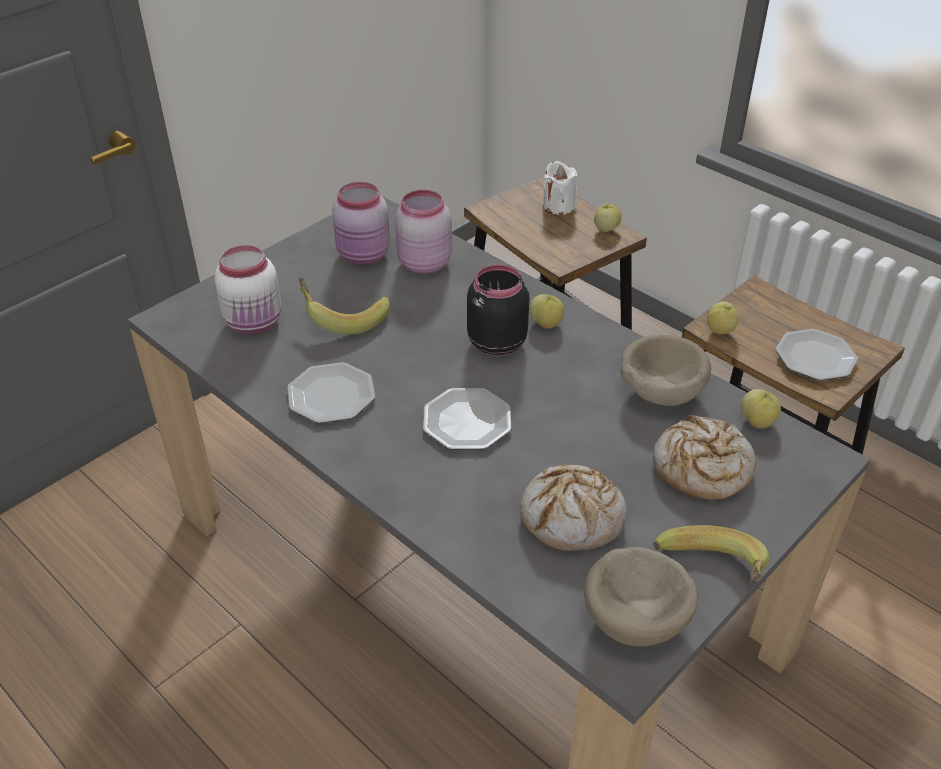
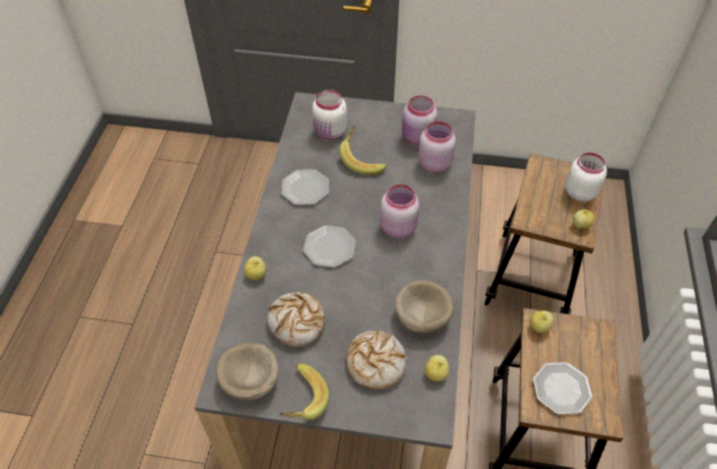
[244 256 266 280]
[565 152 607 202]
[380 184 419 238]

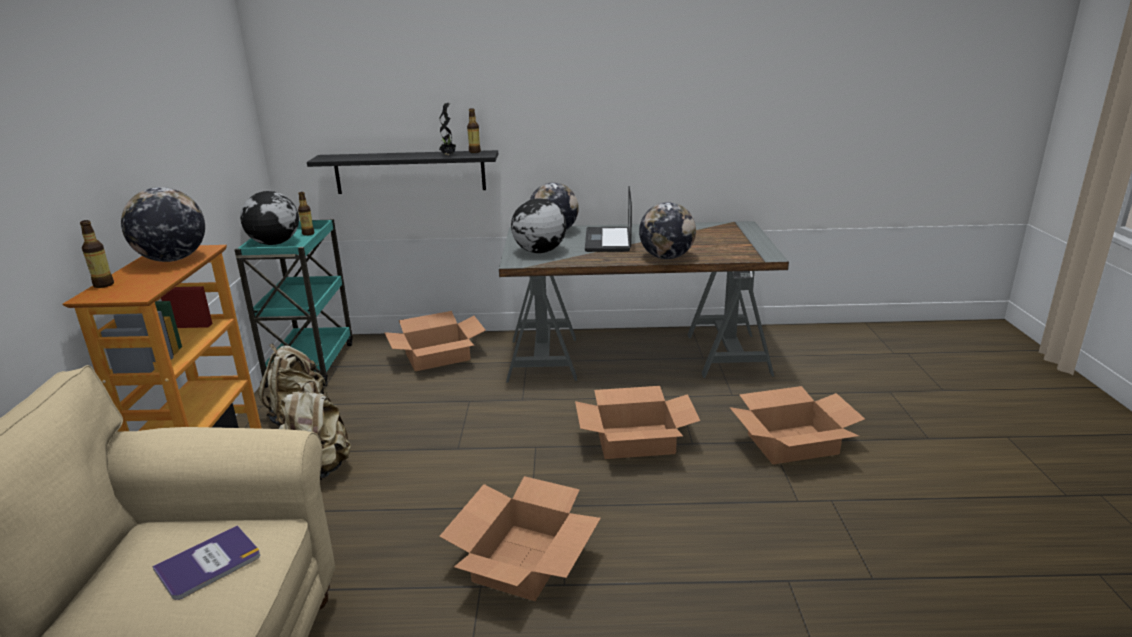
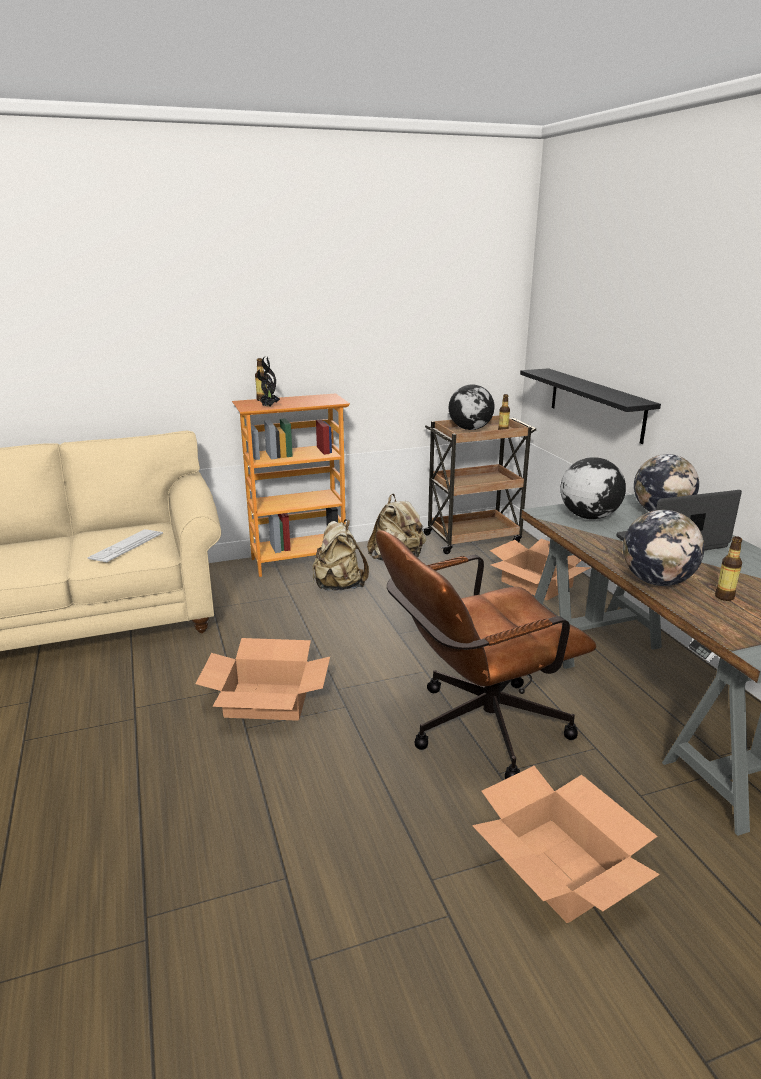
[121 187 205 262] (first image)
[257 357 280 407]
[715 536 742 601]
[87 529 163 562]
[376 530 596 779]
[422 415 536 554]

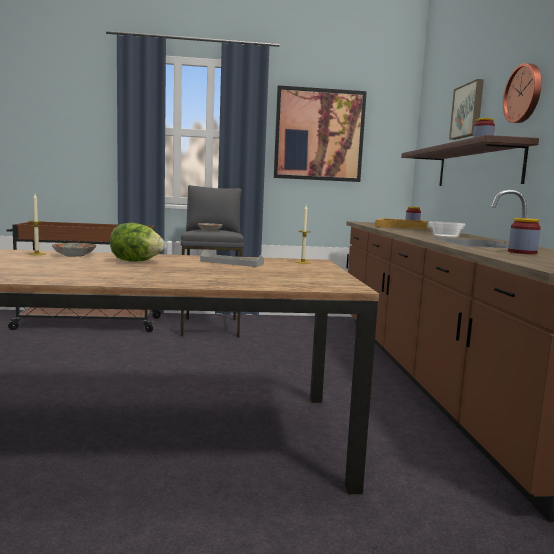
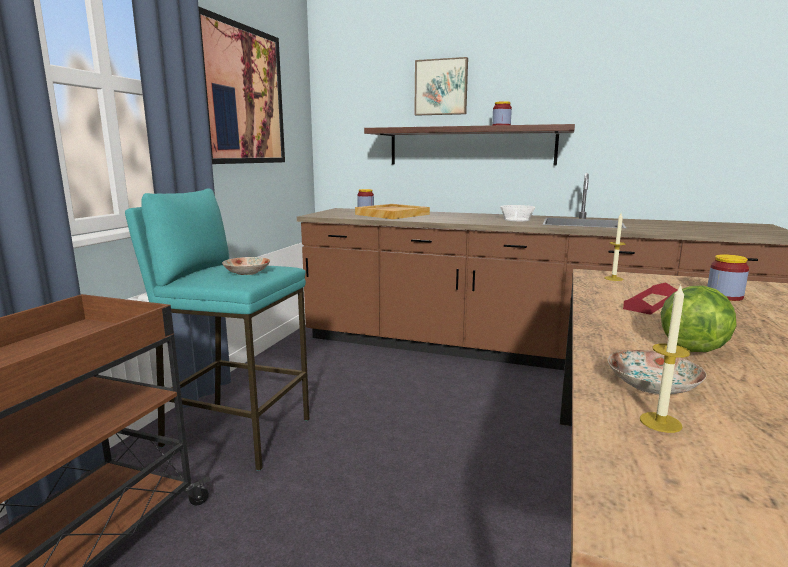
[503 63 542 123] (first image)
[707 254 749 301]
[125 188 310 471]
[623 282 677 315]

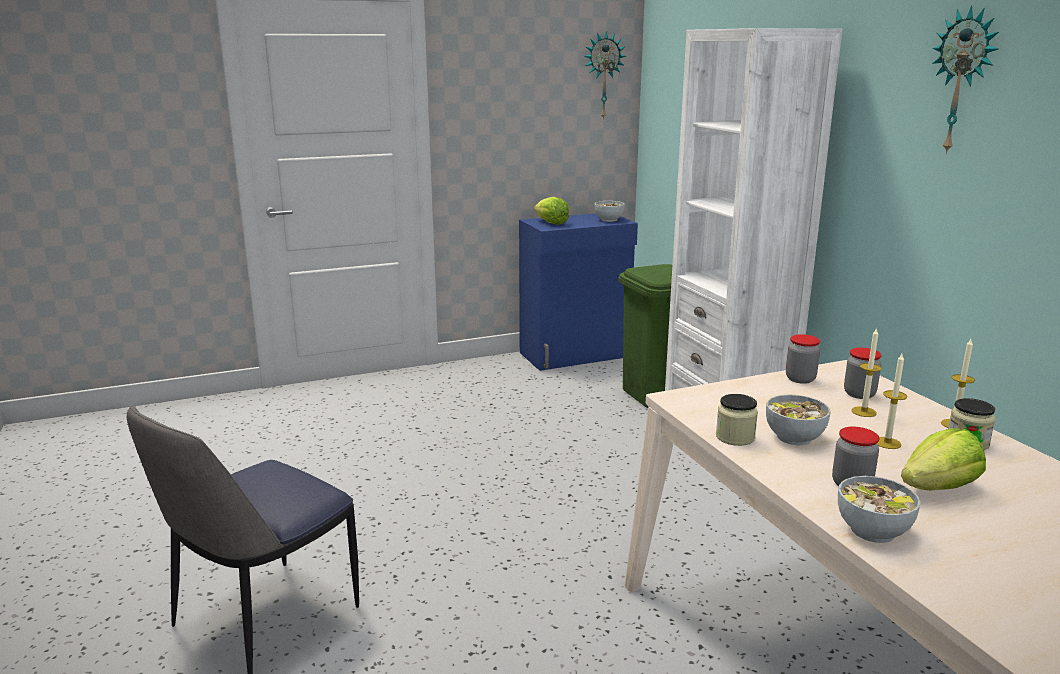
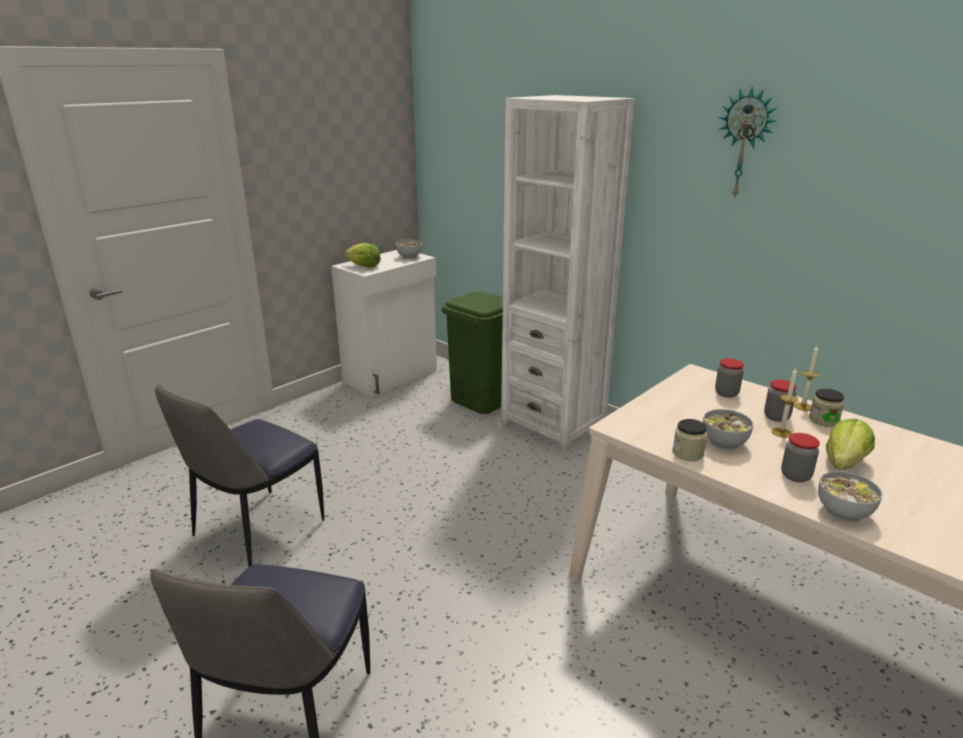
[584 31 626 120] (first image)
[851 328 882 417] (first image)
[155 384 324 567]
[764 380 797 422]
[331 250 437 397]

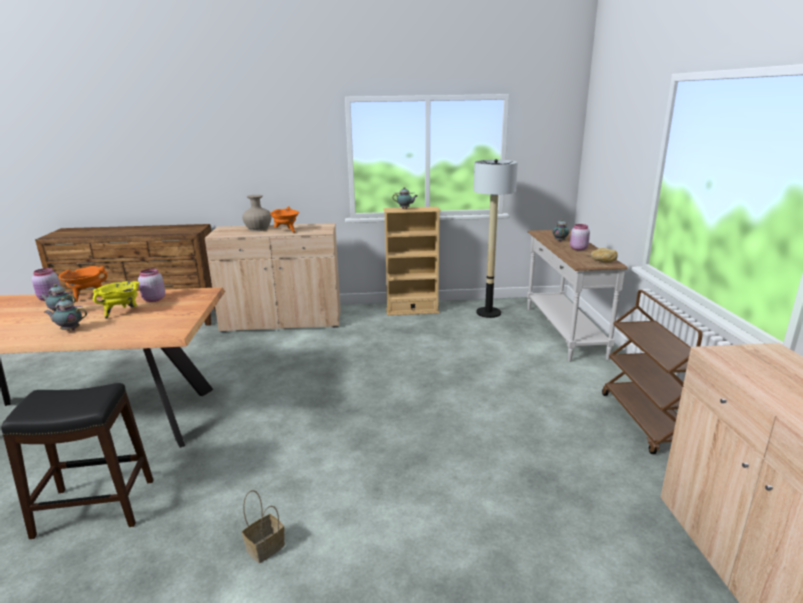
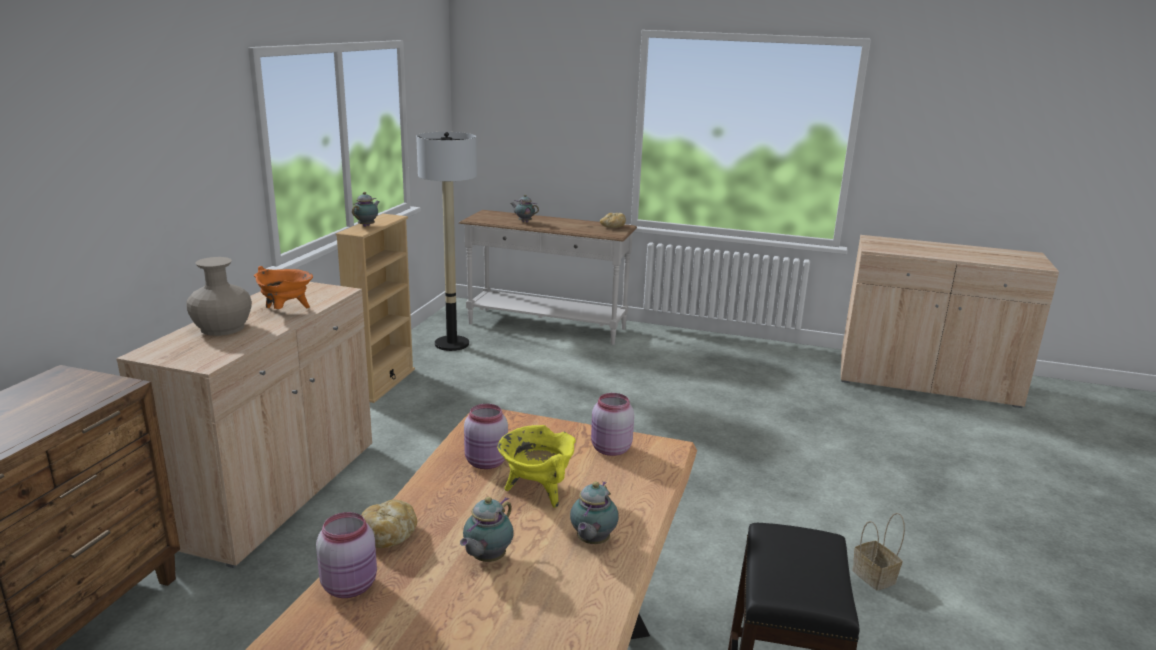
[602 290 702 454] (first image)
[591 393 634 456]
[361 499 417 548]

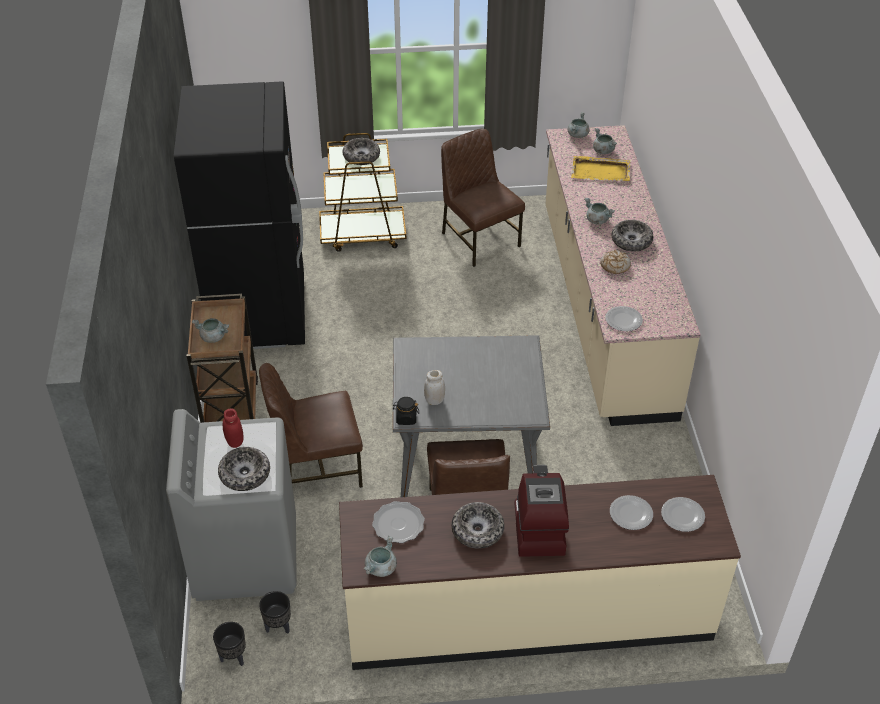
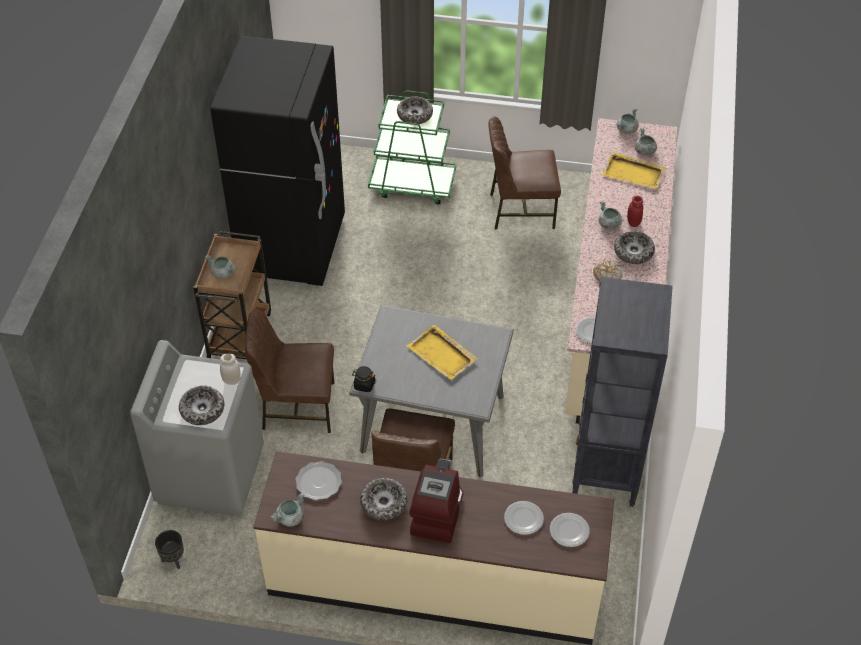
[259 591 291 634] (first image)
[406 325 478 380]
[572 277 673 507]
[627 195 643 227]
[220 354 241 385]
[368 90 456 204]
[489 116 561 229]

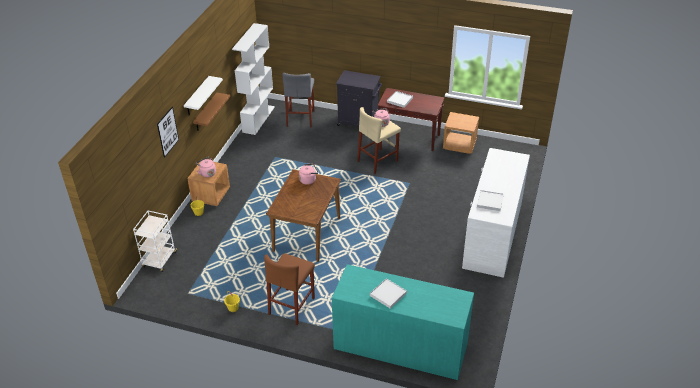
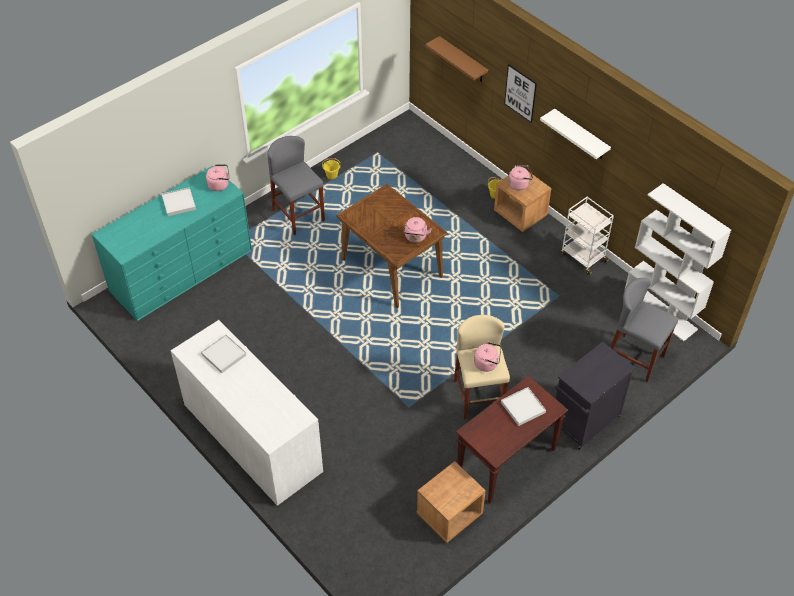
[206 164 230 191]
[561 197 614 274]
[425 36 488 82]
[267 136 325 235]

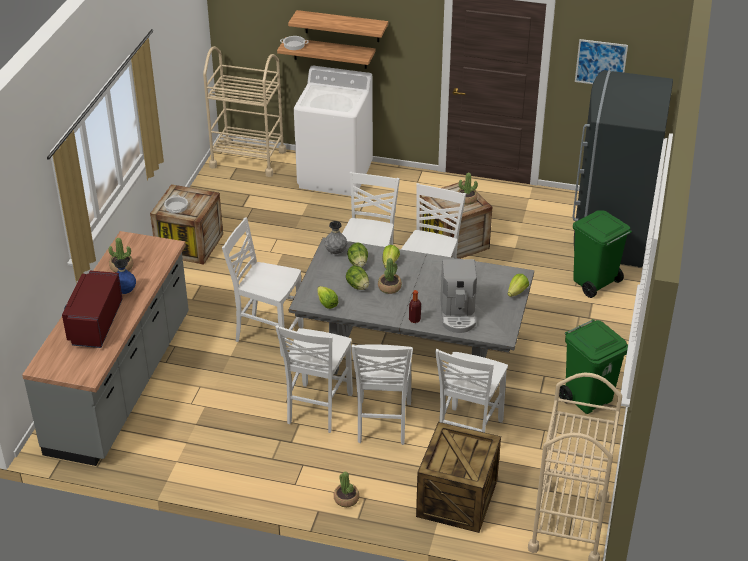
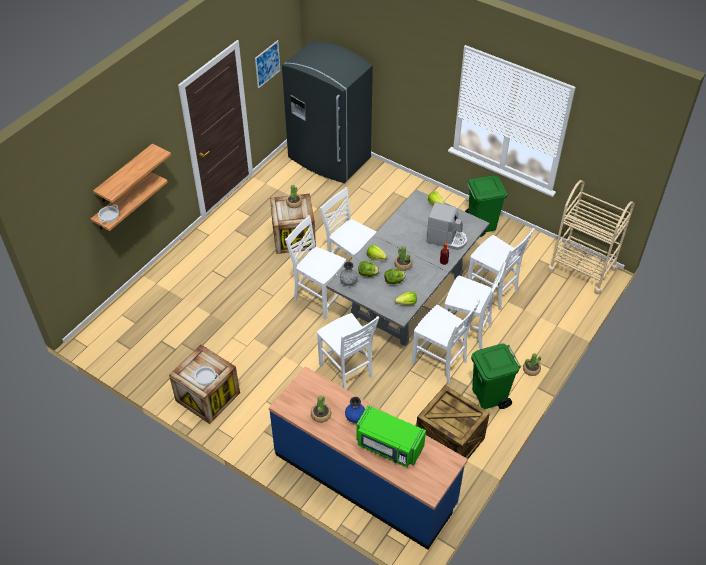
[203 46 286 177] (first image)
[294 66 373 196] (first image)
[416 385 490 459]
[471 344 521 409]
[269 366 468 550]
[356 405 426 467]
[317 313 379 389]

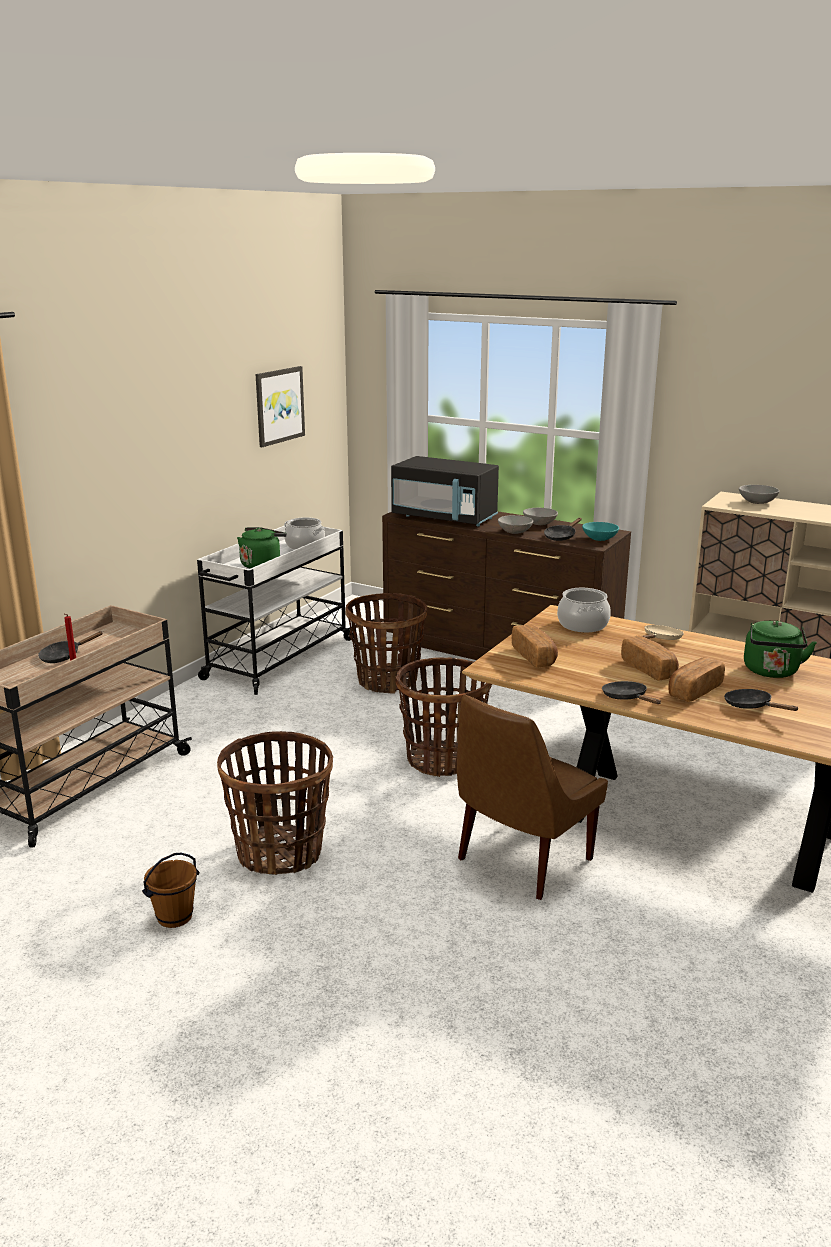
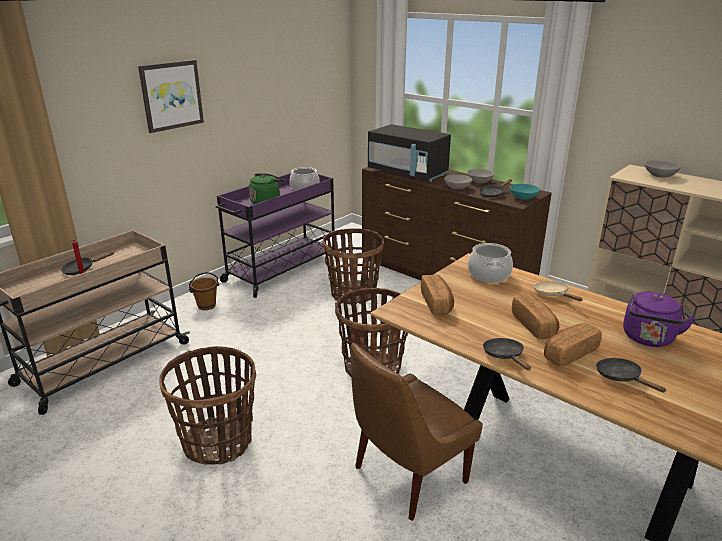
[189 272 219 310]
[138 60 204 133]
[216 173 340 298]
[623 292 696 347]
[534 281 583 301]

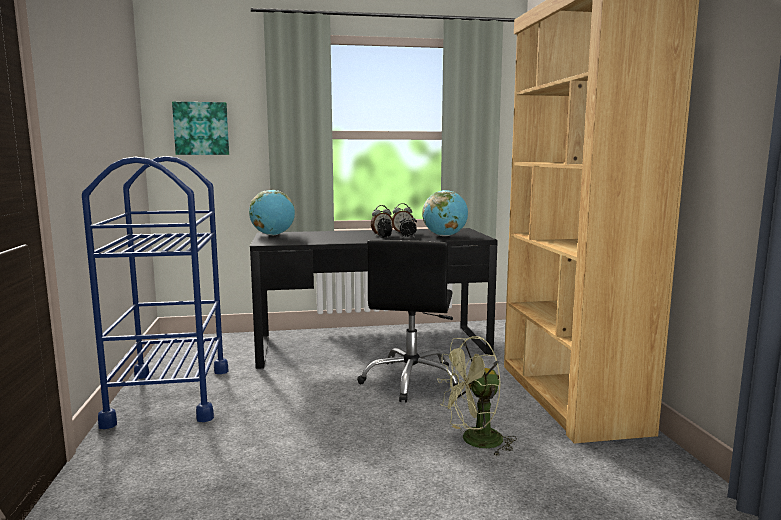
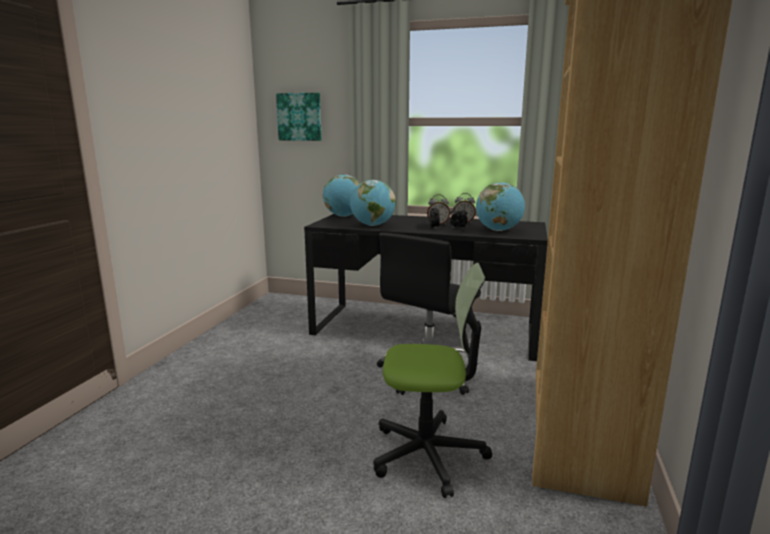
[82 156 228 429] (first image)
[350 180 396 226]
[373 263 492 498]

